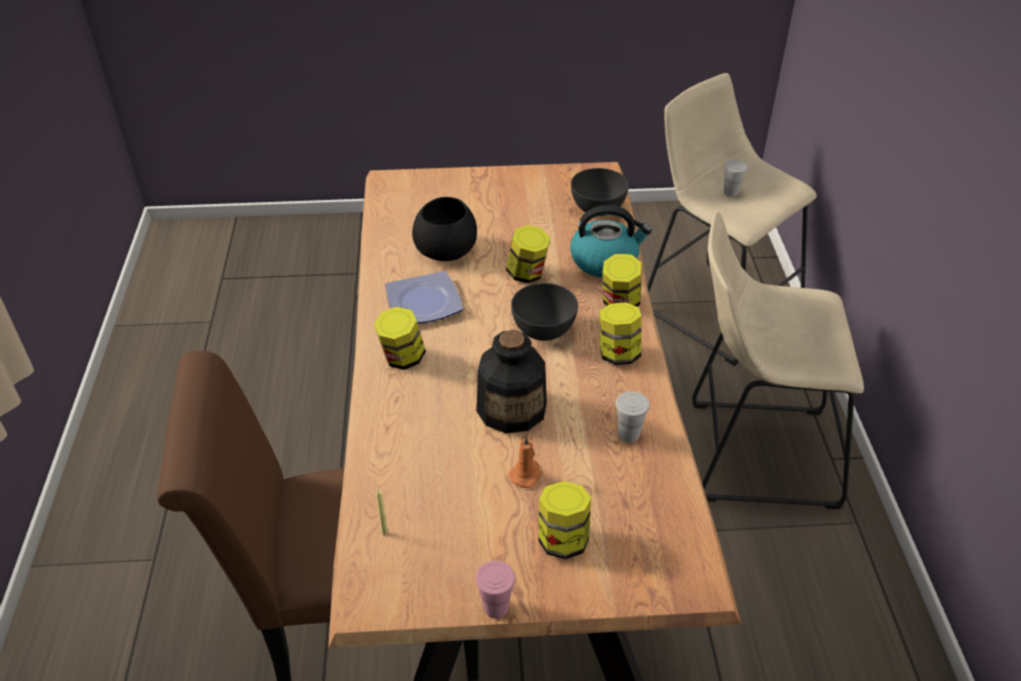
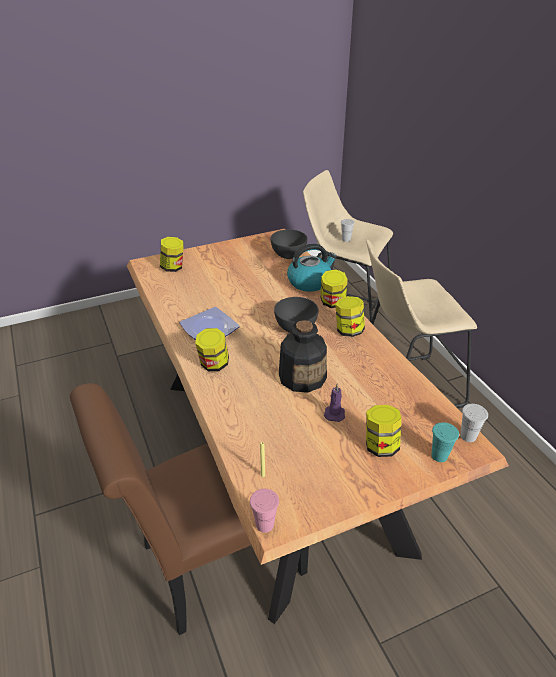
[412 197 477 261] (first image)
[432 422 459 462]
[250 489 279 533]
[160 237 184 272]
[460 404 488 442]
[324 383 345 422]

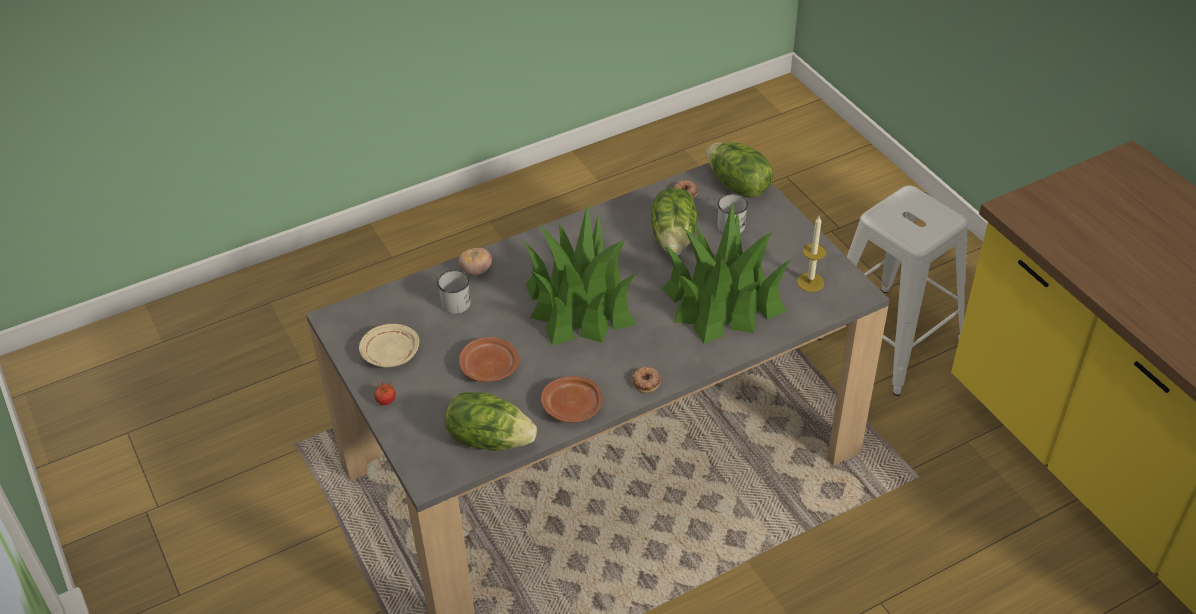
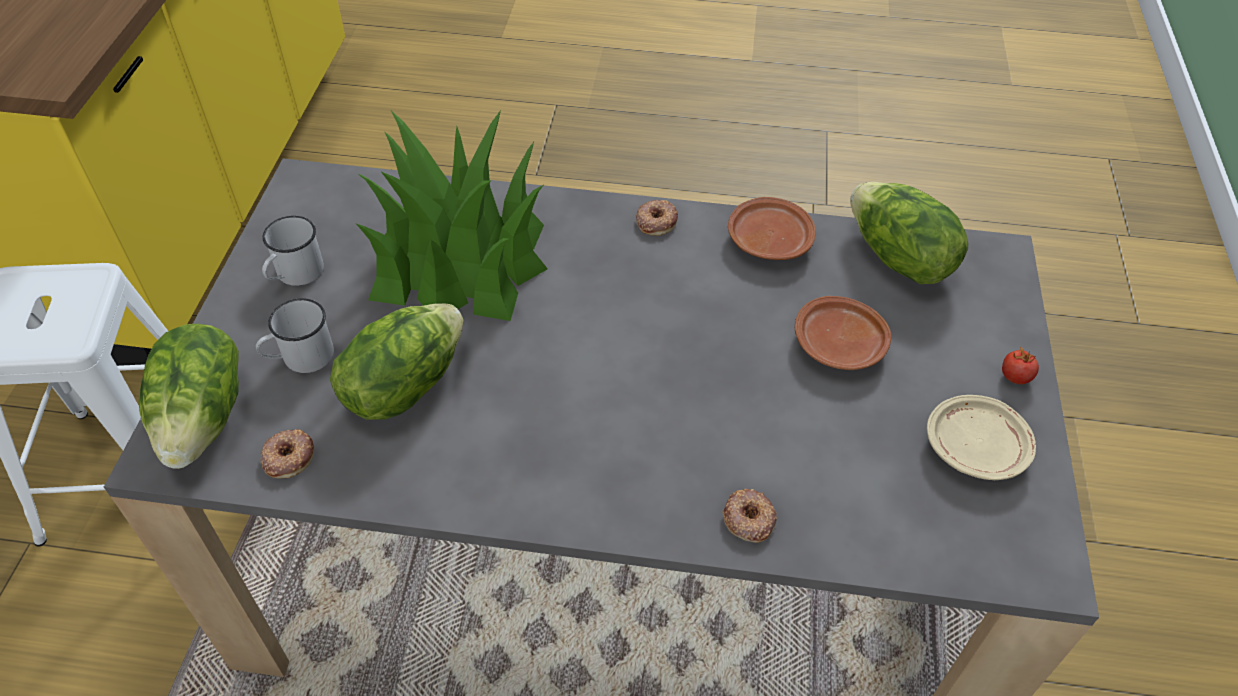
[522 205 638 346] (first image)
[797 216 826 292] (first image)
[262 216 324 286]
[723 489 777 543]

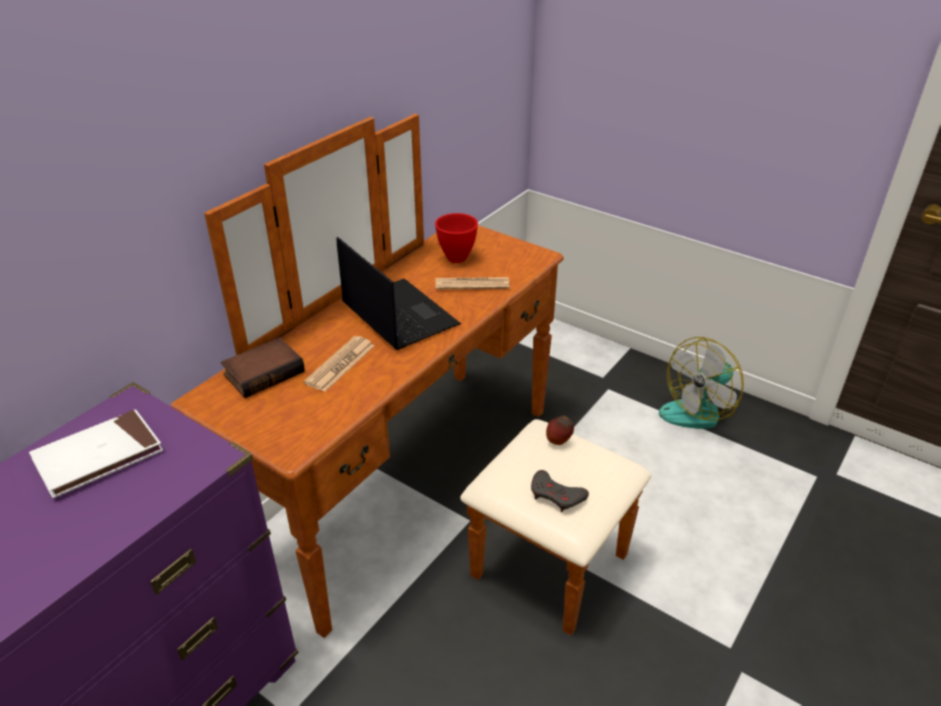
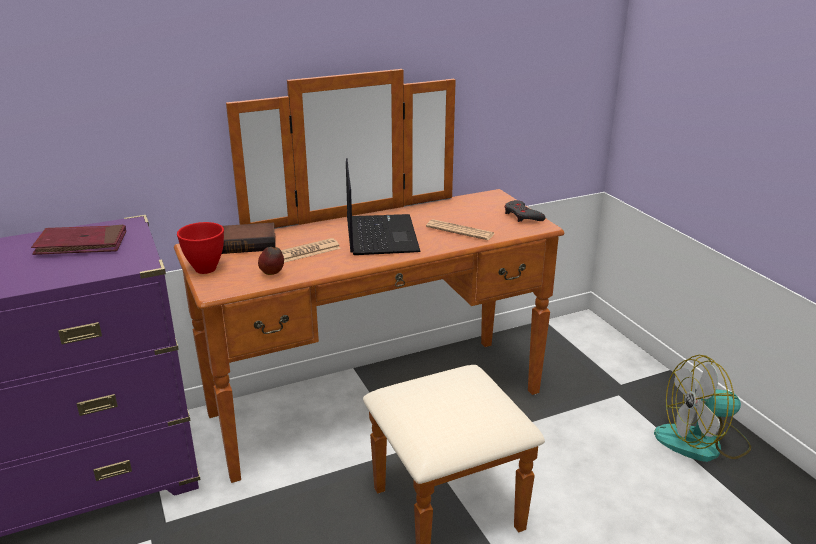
[177 222 224 274]
[505 200 546 222]
[258 247 284 275]
[31 225 126 255]

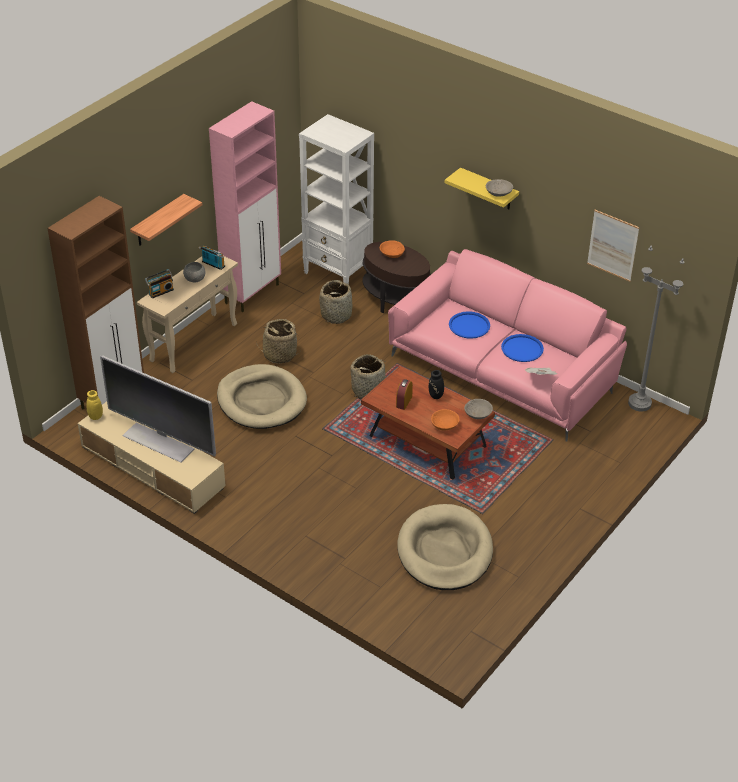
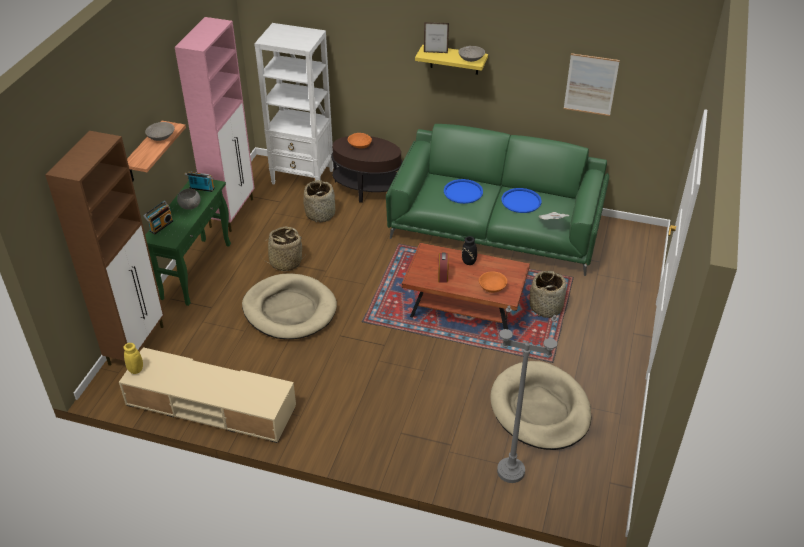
[100 356 216 462] (first image)
[424 22 449 53]
[529 271 566 318]
[145 122 174 141]
[497 305 557 483]
[145 180 231 306]
[386 124 609 276]

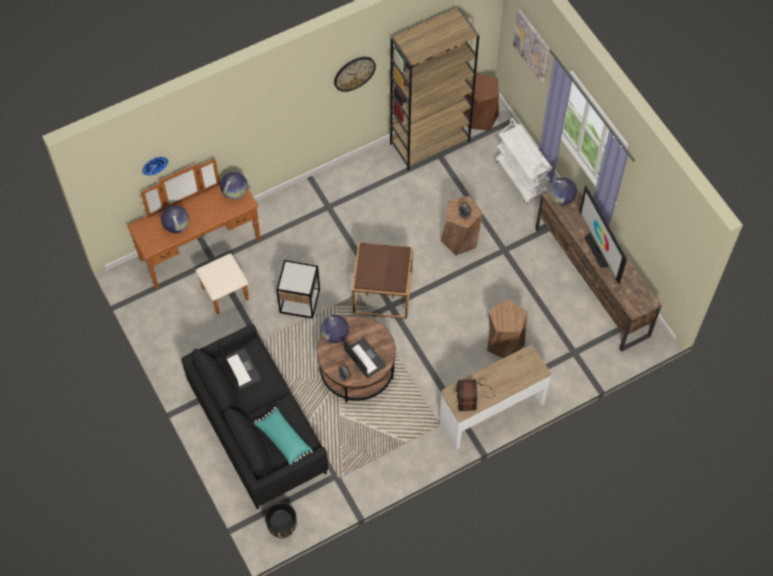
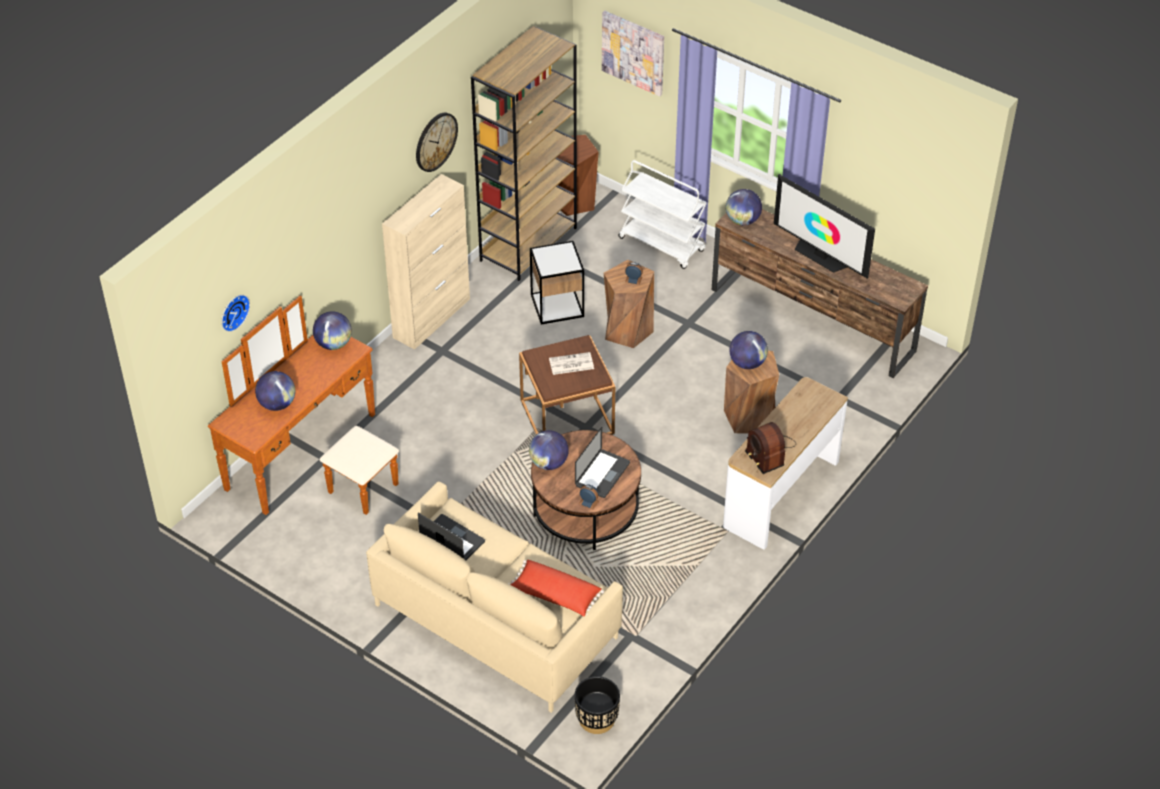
[382 174 470 350]
[549 352 594 375]
[729 331 768 369]
[530 241 584 324]
[366 482 623 713]
[508 560 604 617]
[575 427 630 498]

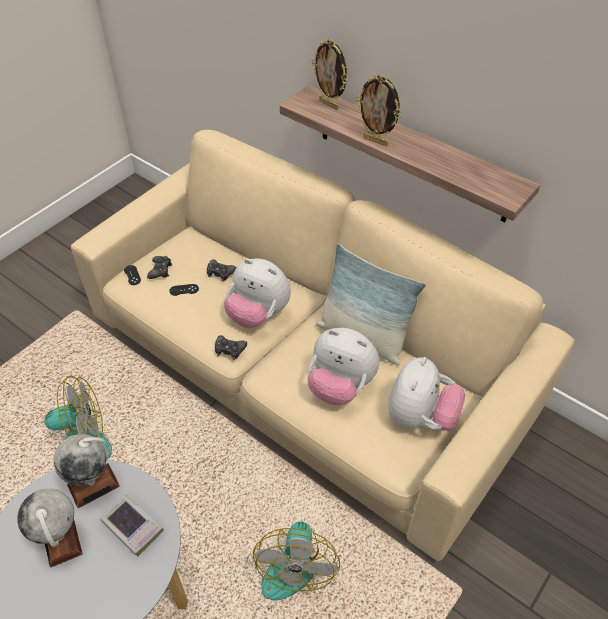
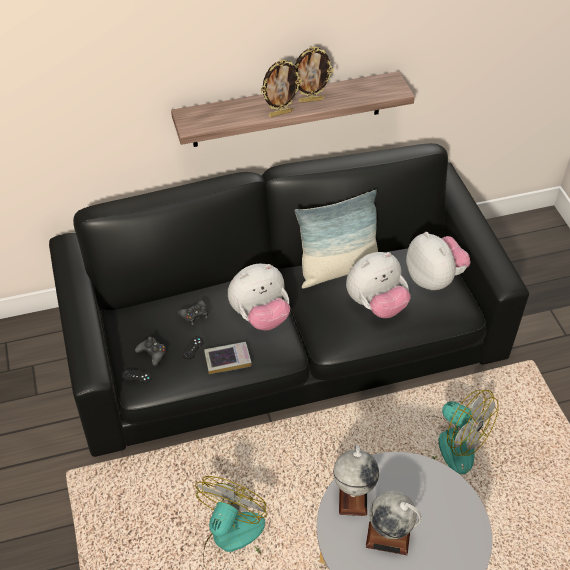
[215 335 247 360] (first image)
[204 342 251 374]
[295 46 334 103]
[49 143 529 457]

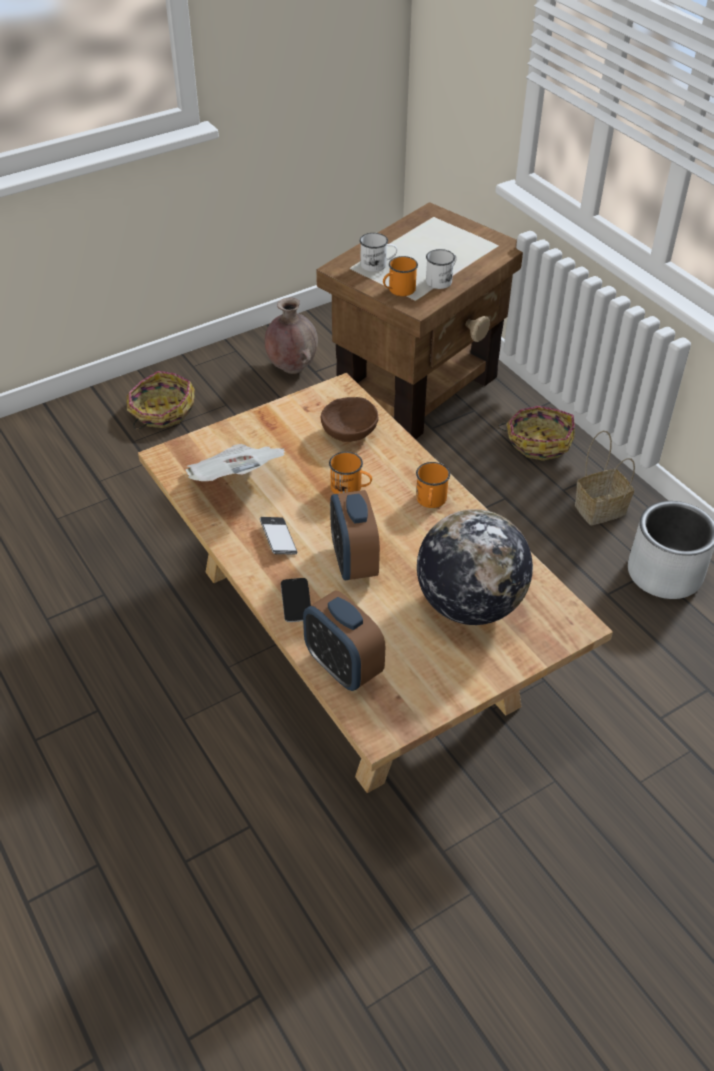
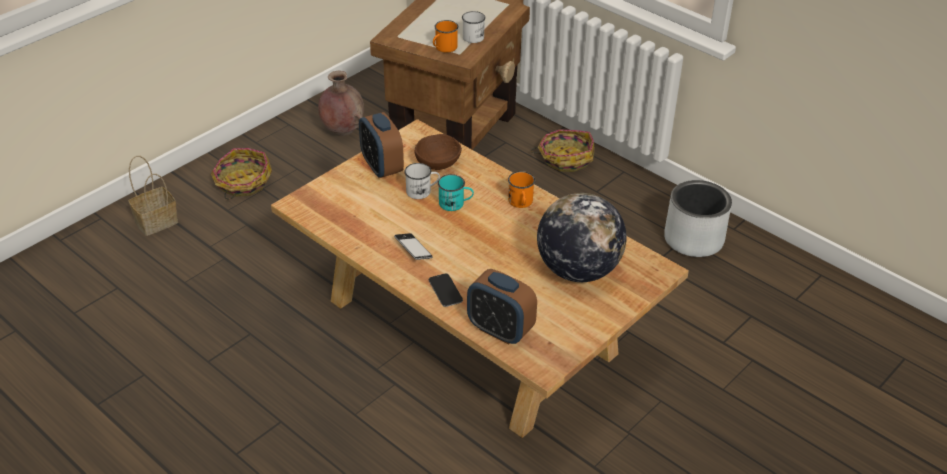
[186 444 285 481] (first image)
[359 112 404 178]
[404 163 440 199]
[128 156 178 236]
[438 174 474 211]

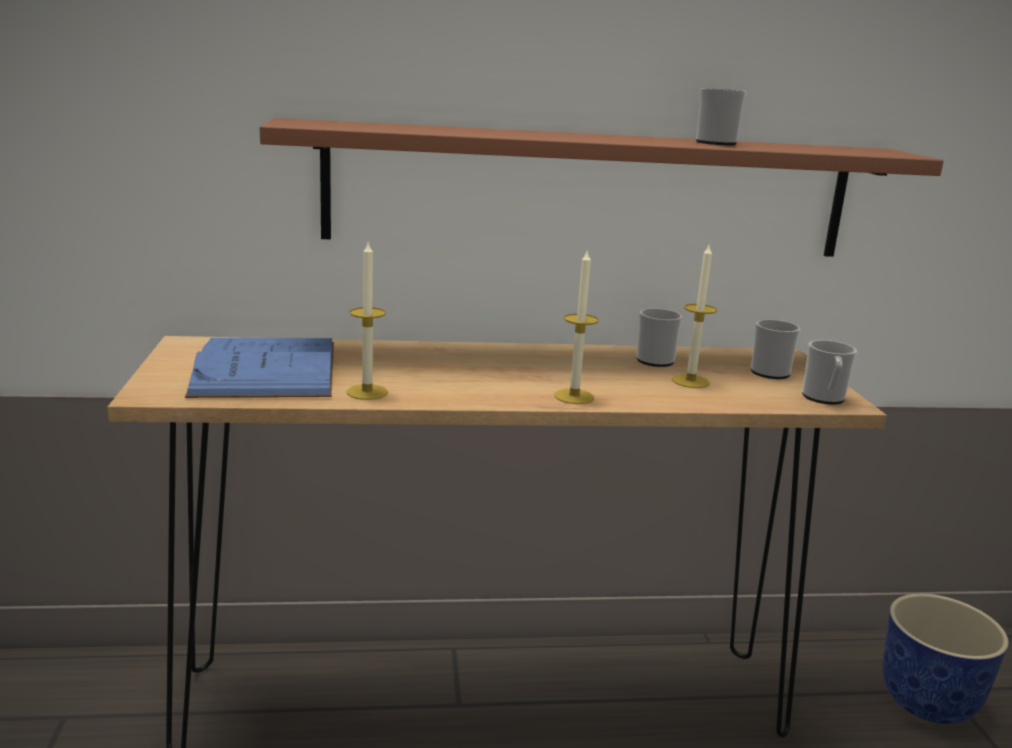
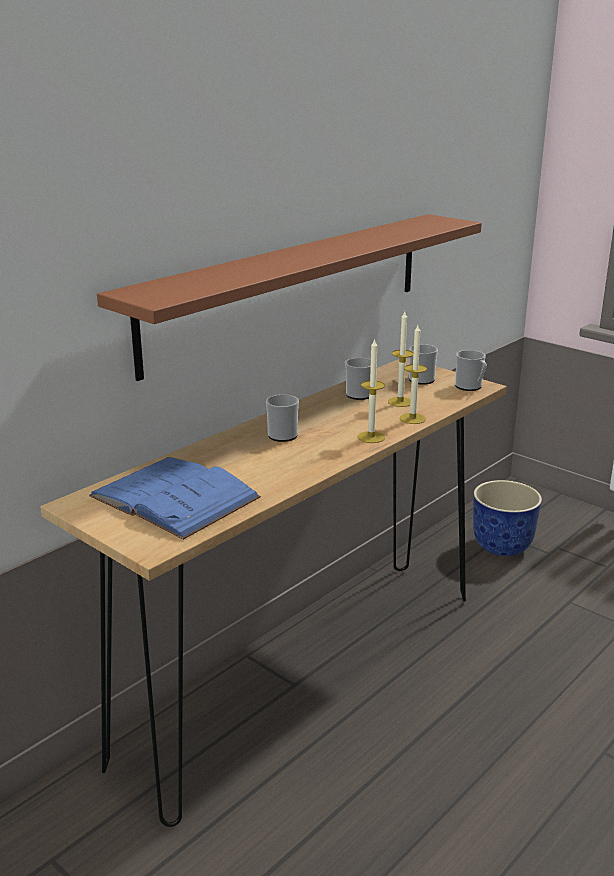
[400 325 427 424]
[266 394 299 442]

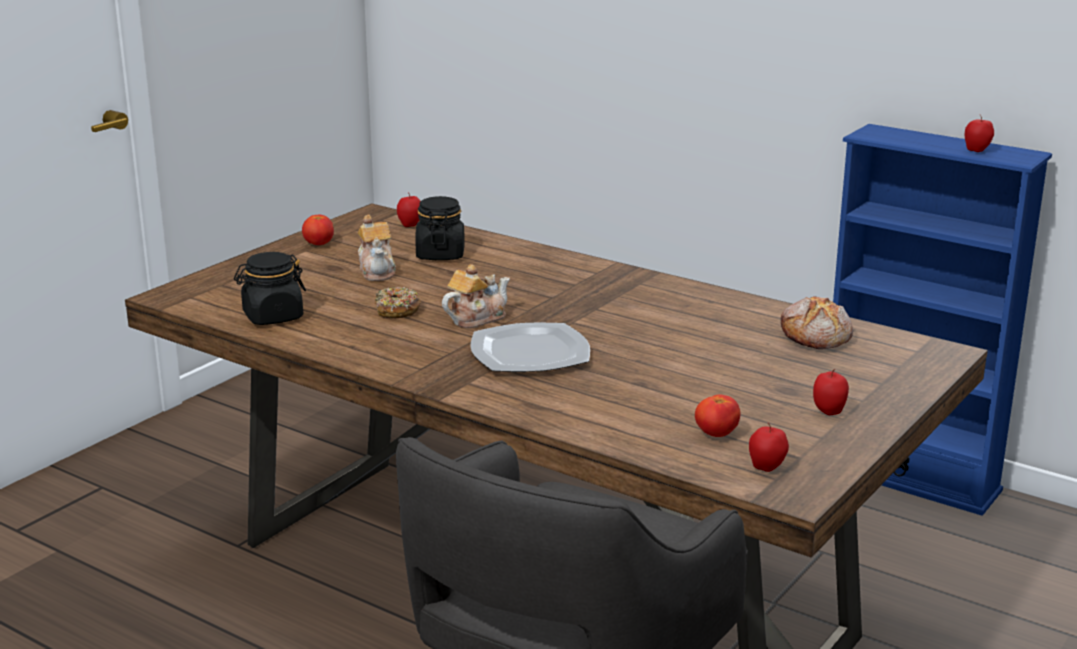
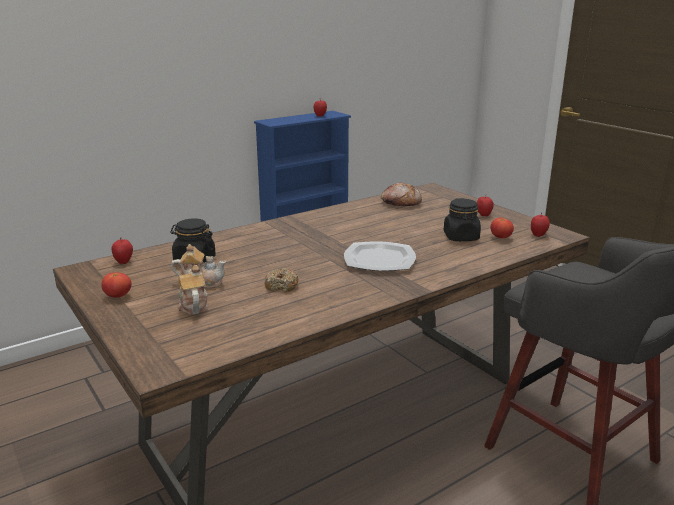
[444 198 481 241]
[177 265 208 314]

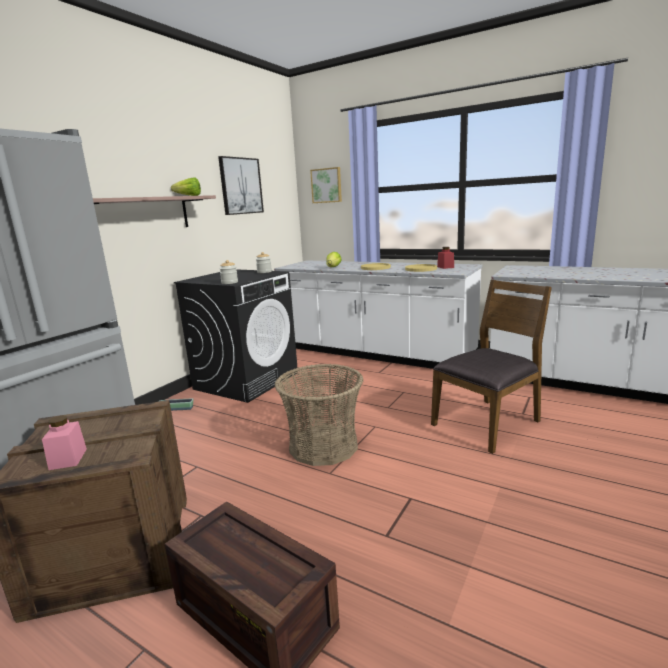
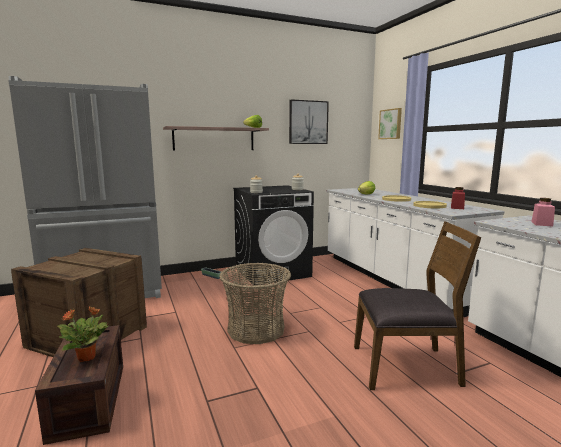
[57 306 108 362]
[531 198 555 227]

